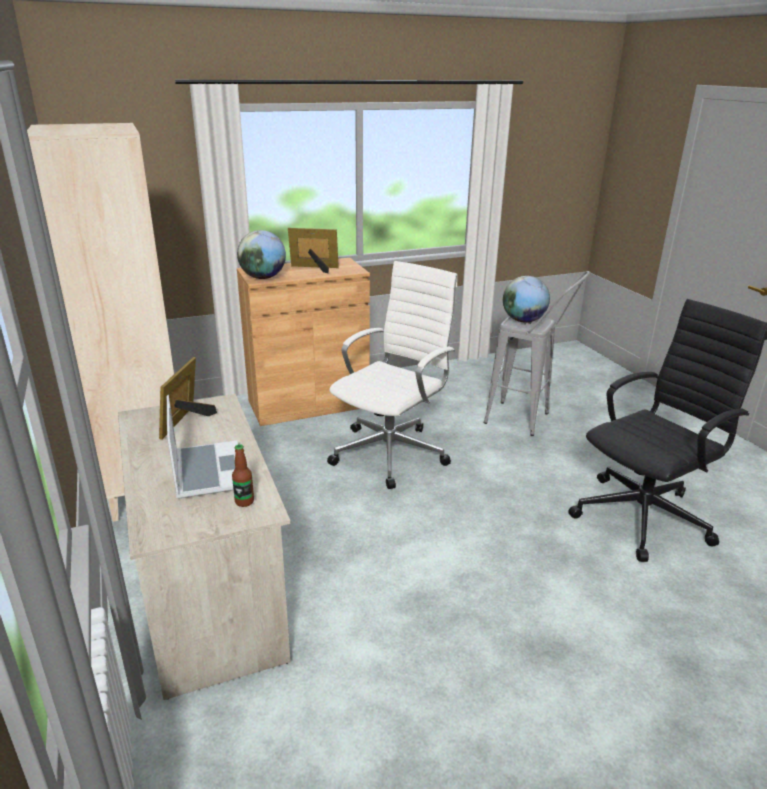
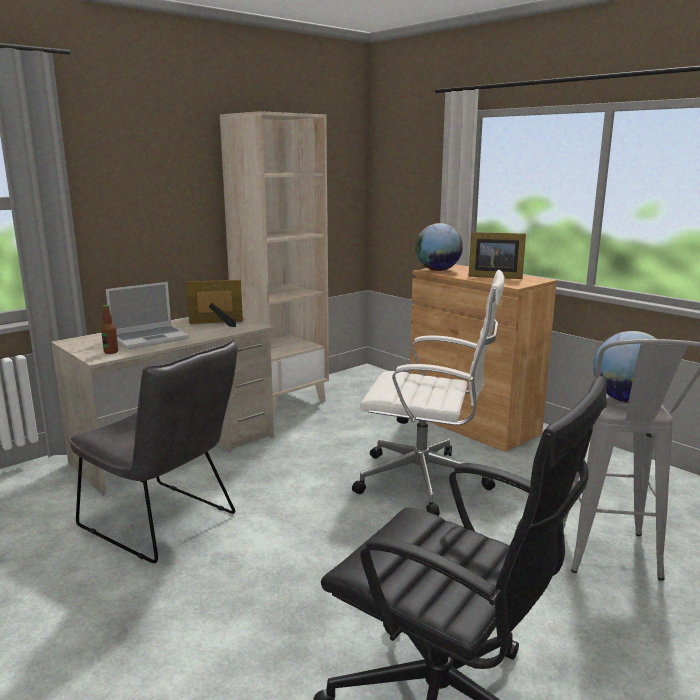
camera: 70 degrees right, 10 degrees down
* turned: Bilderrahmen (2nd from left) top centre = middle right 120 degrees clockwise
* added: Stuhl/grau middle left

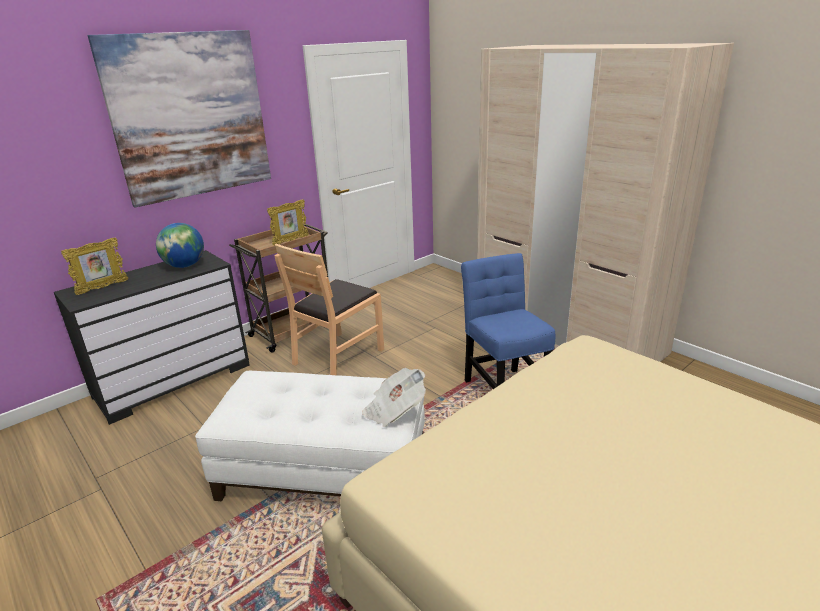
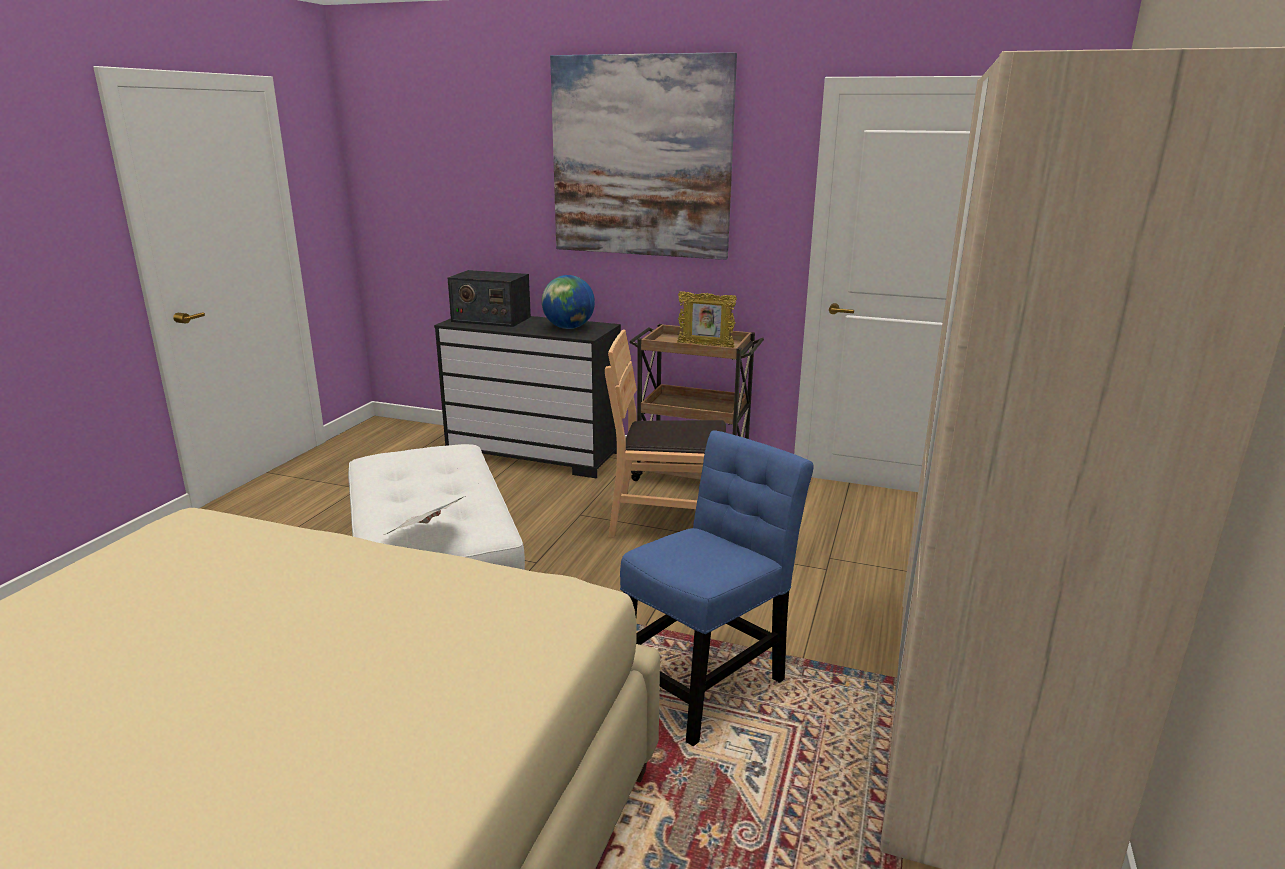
camera: 60 degrees right, 5 degrees down
* replaced: Bilderrahmen (1st from left) middle left to Radio centre

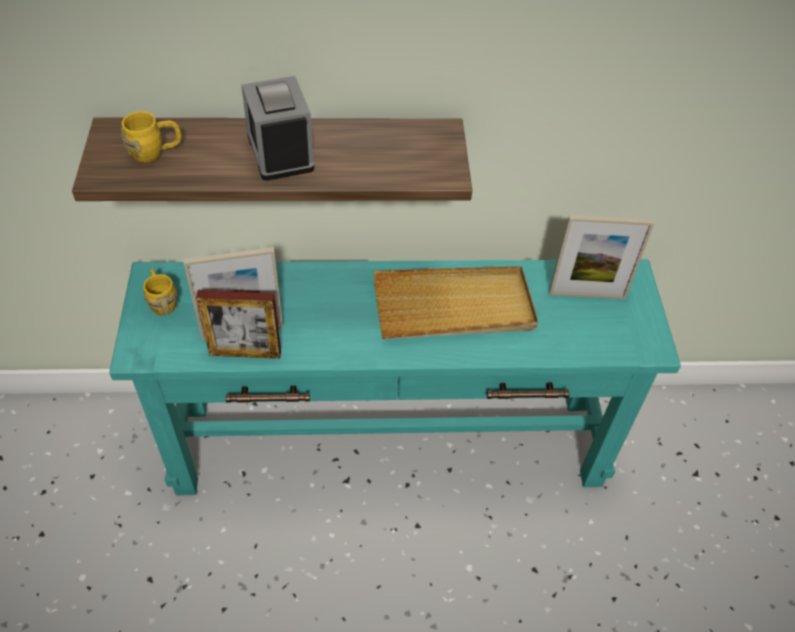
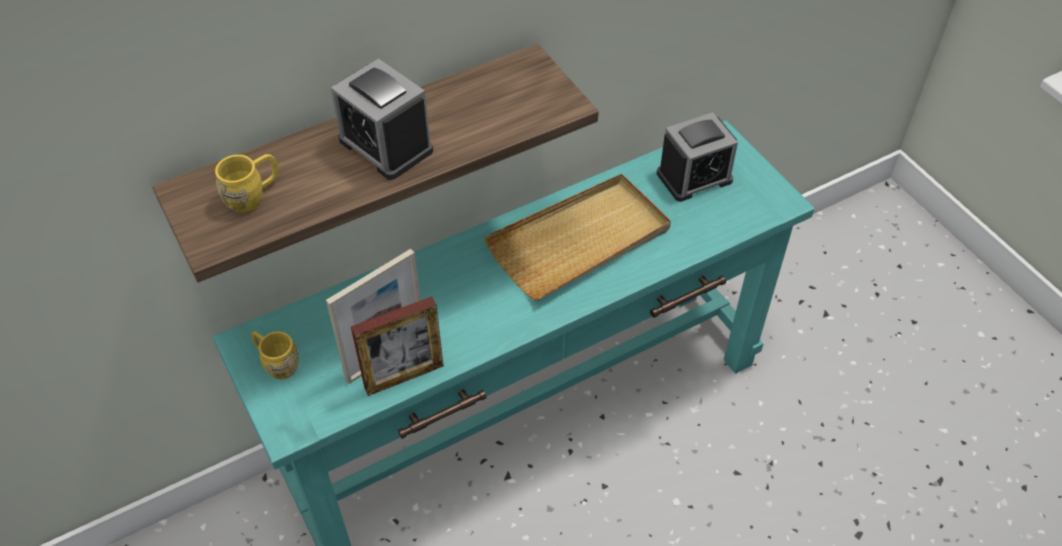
camera: 25 degrees left, 0 degrees up
* replaced: Bilderrahmen (3rd from left) middle right to Wecker (2nd from left) top centre

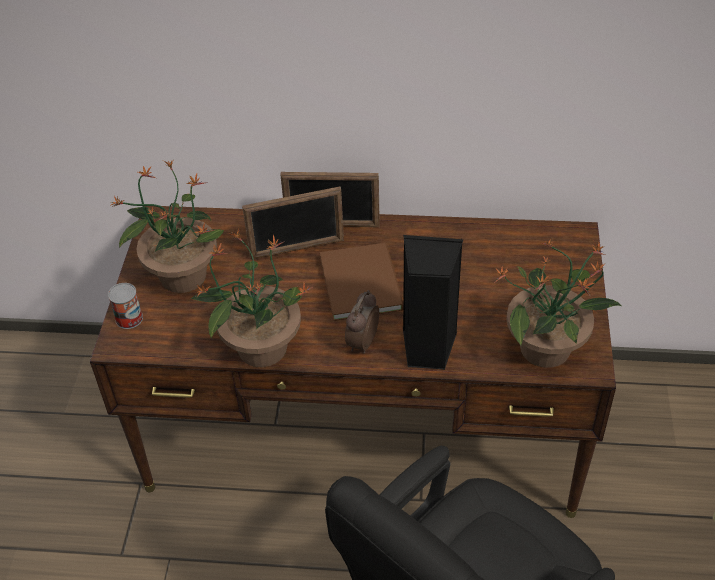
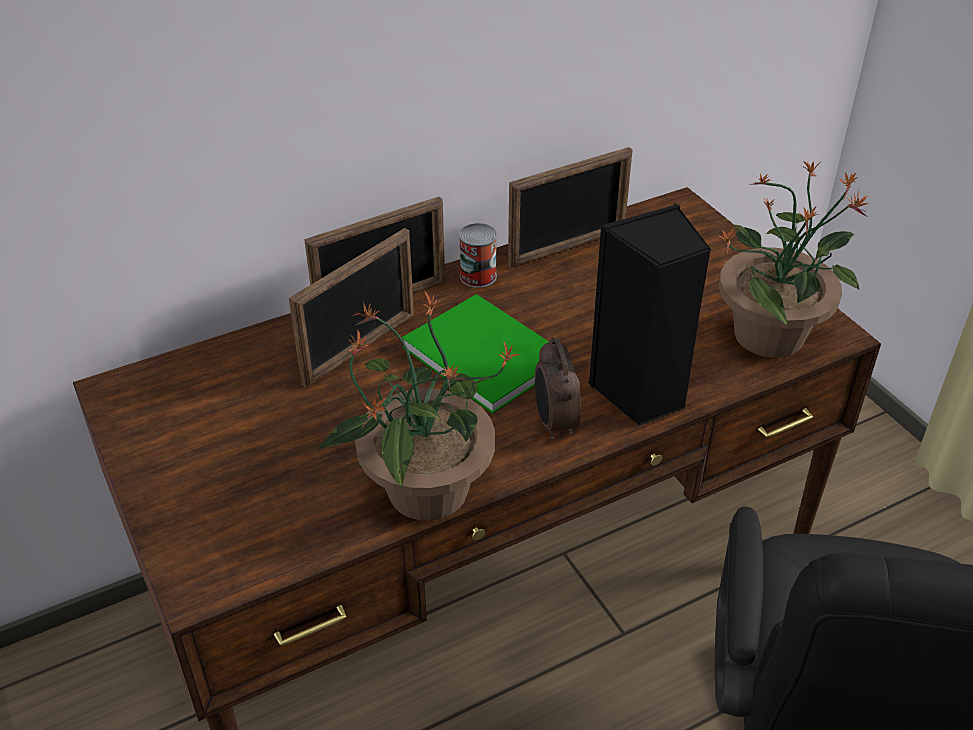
camera: 35 degrees left, 5 degrees down
* moved: Dose middle left to centre
* removed: Topfpflanze (1st from left) middle left
* recoloured: Buch/braun centre to Buch/grün centre
* added: Bilderrahmen (3rd from left) top centre

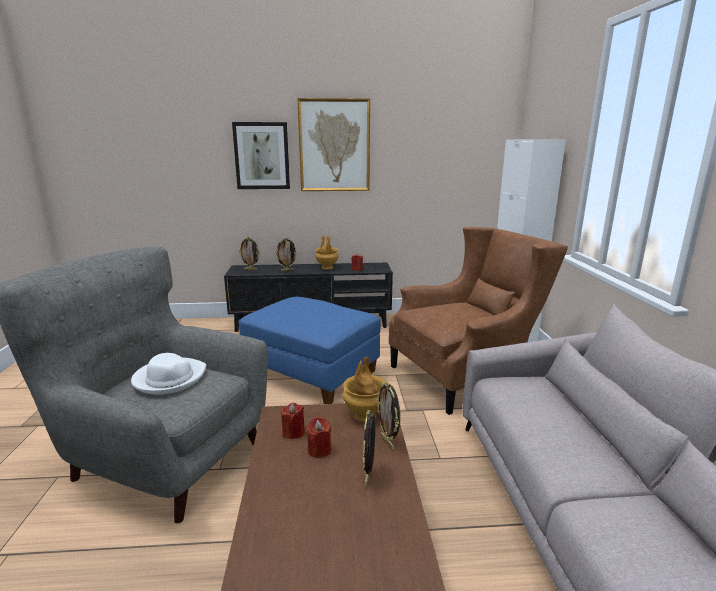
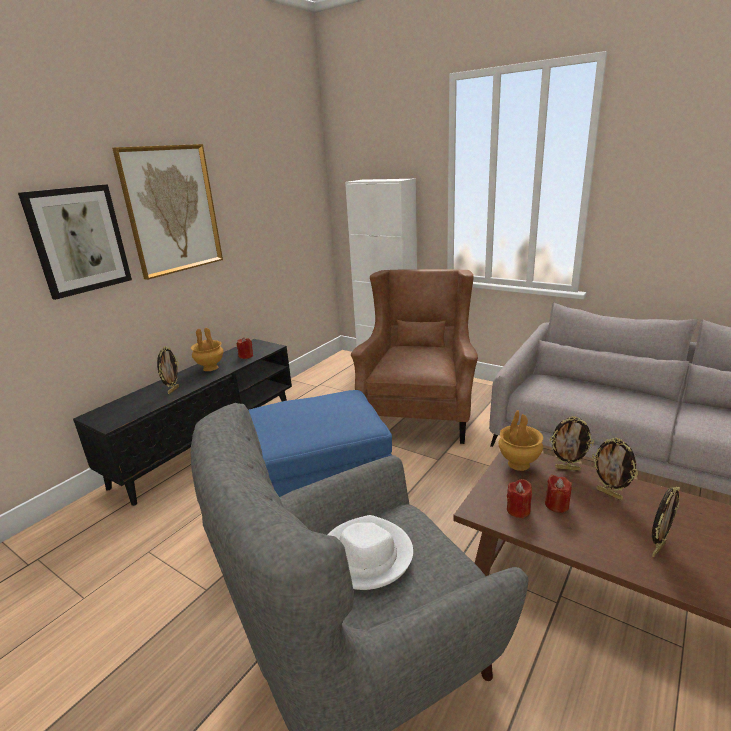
camera: 50 degrees left, 5 degrees up
* moved: Bilderrahmen (1st from left in the first image) centre to Bilderrahmen (4th from left) bottom right

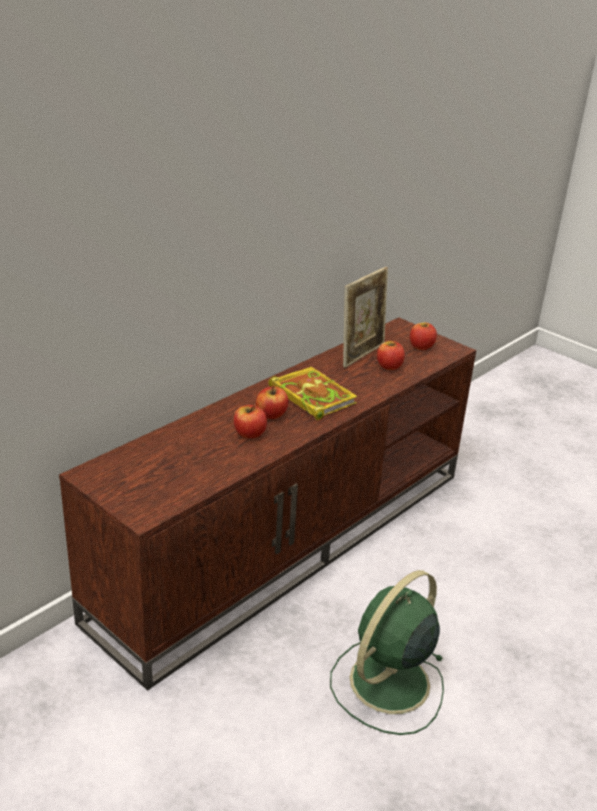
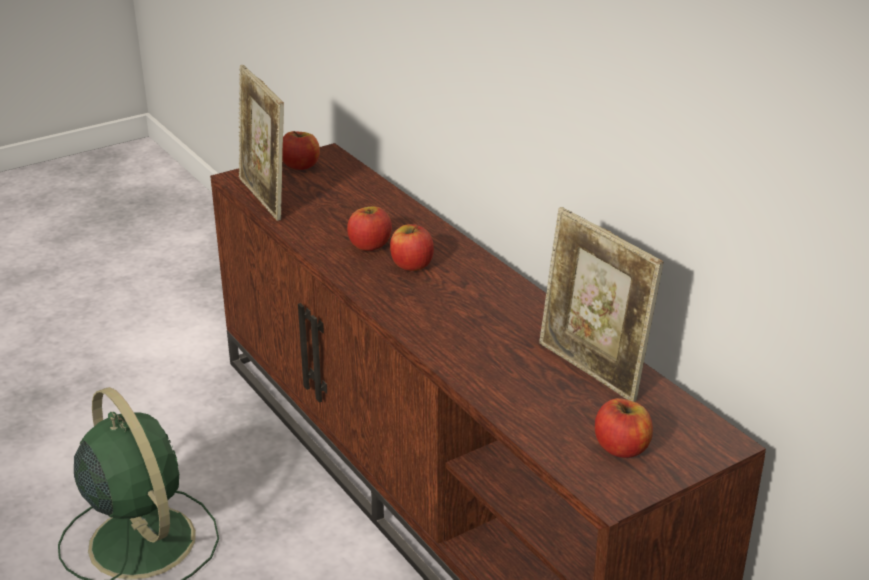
camera: 105 degrees right, 0 degrees up
* removed: Buch centre
* moved: Apfel (3rd from left in the first image) centre to Apfel (1st from left) top centre
* added: Bilderrahmen (1st from left) top left

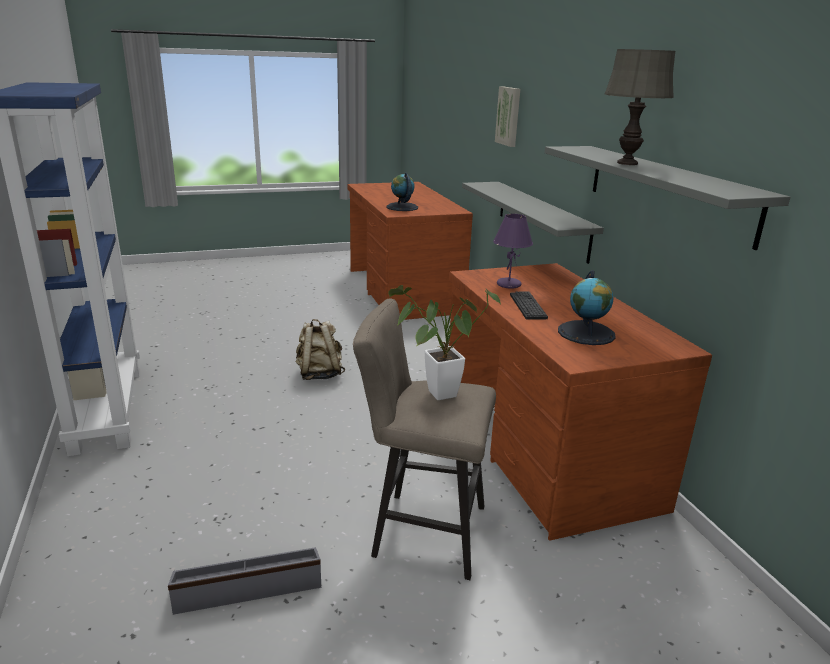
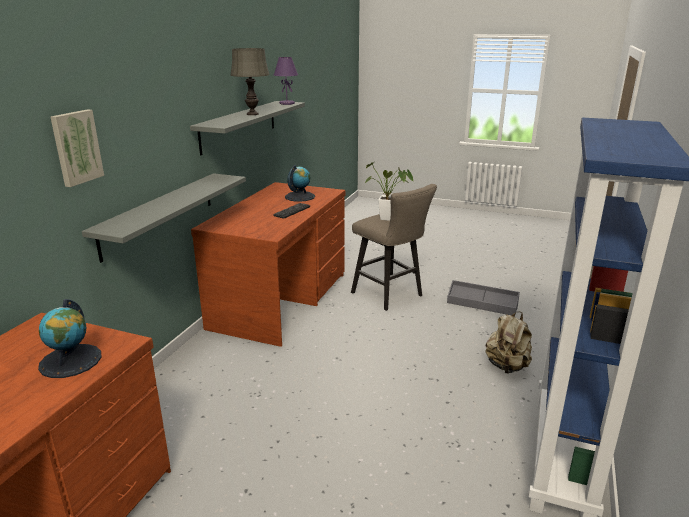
camera: 140 degrees left, 0 degrees up
* moved: Rucksack/beige centre to middle right
* moved: Tischlampe/lila centre to top centre

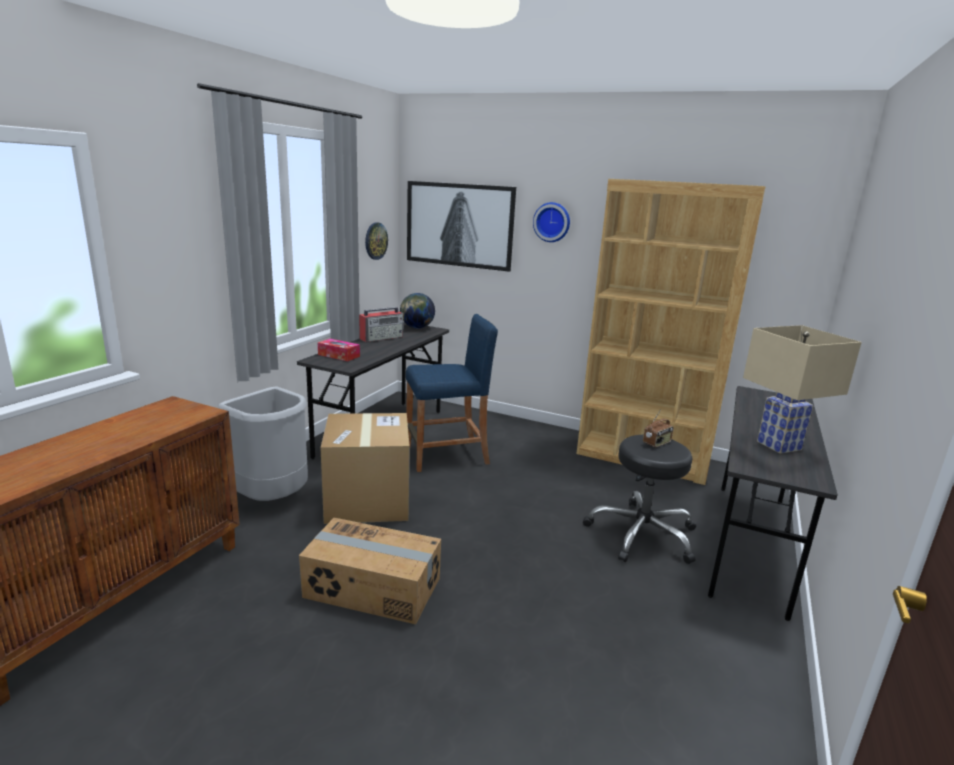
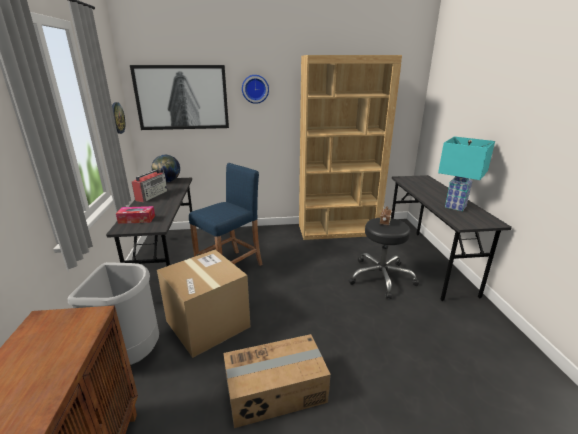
camera: 30 degrees left, 5 degrees up
* recoloured: Tischlampe/beige middle right to Tischlampe/türkis middle right

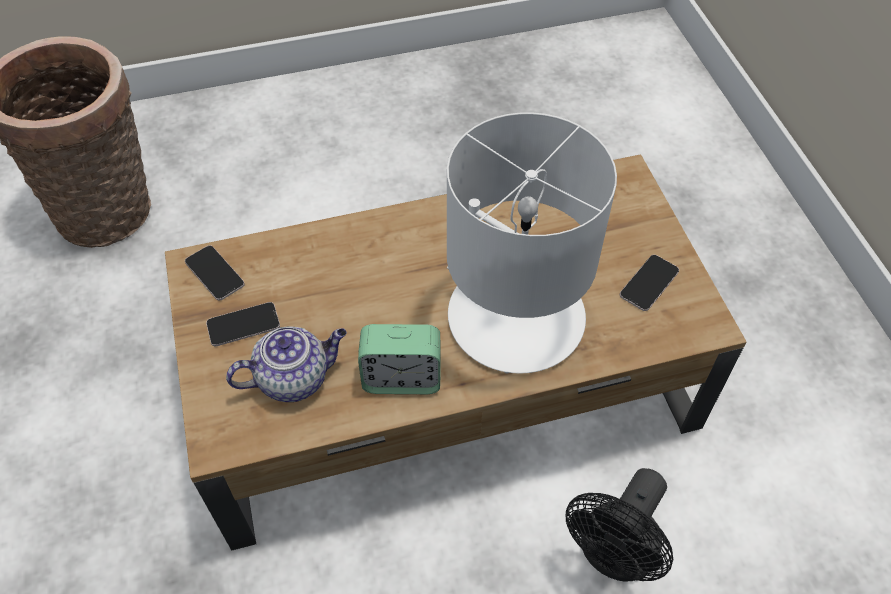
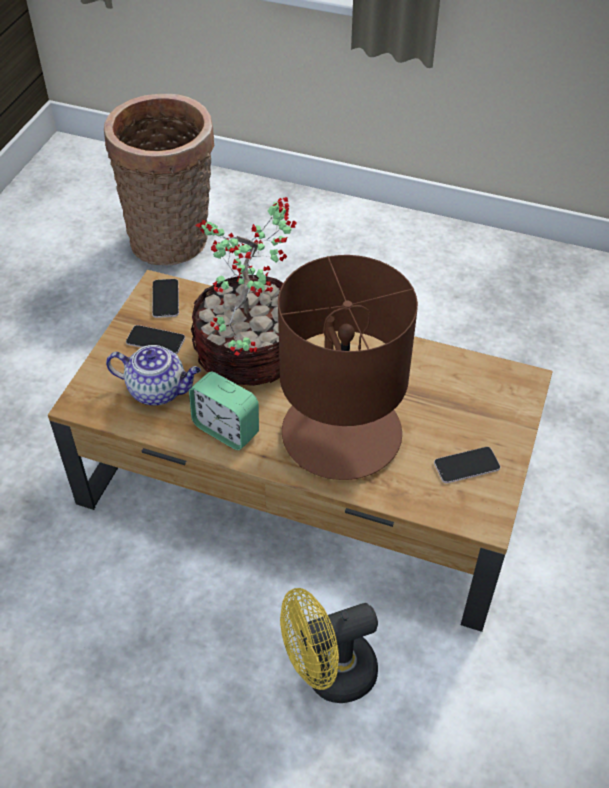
camera: 35 degrees right, 5 degrees down
* recoloured: Tischlampe/weiß centre to Tischlampe/braun centre
* recoloured: Ventilator/schwarz bottom right to Ventilator/gelb bottom centre
* added: Topfpflanze centre

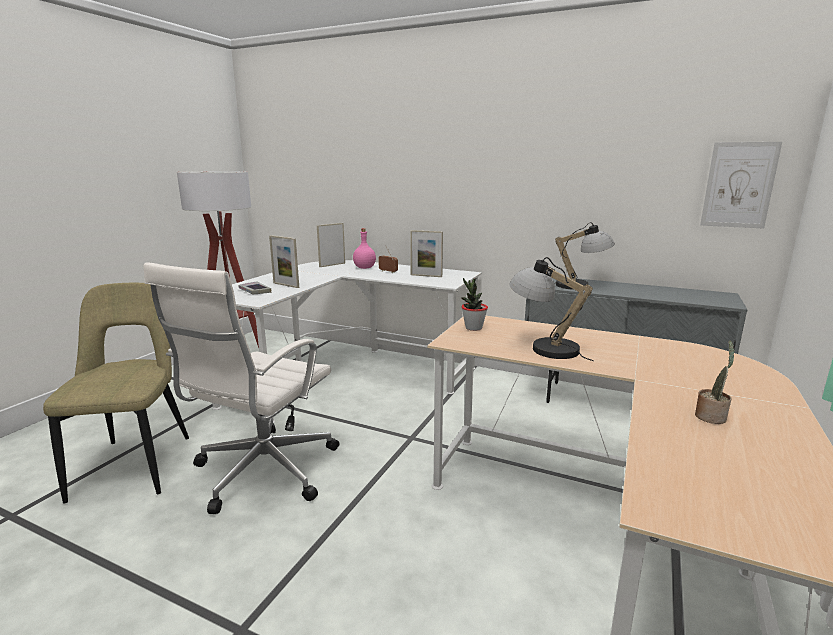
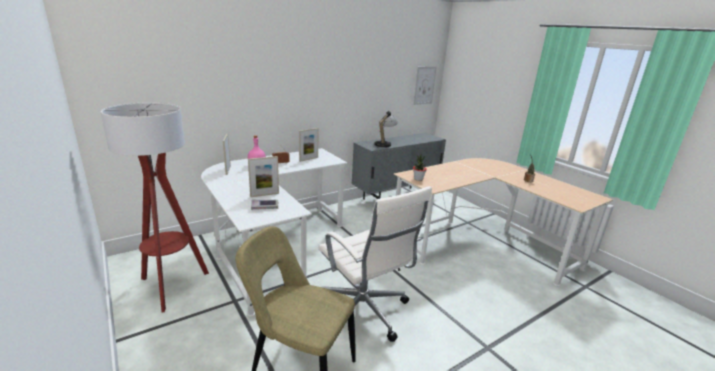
camera: 60 degrees left, 5 degrees up
* removed: Tischlampe (1st from left) centre

